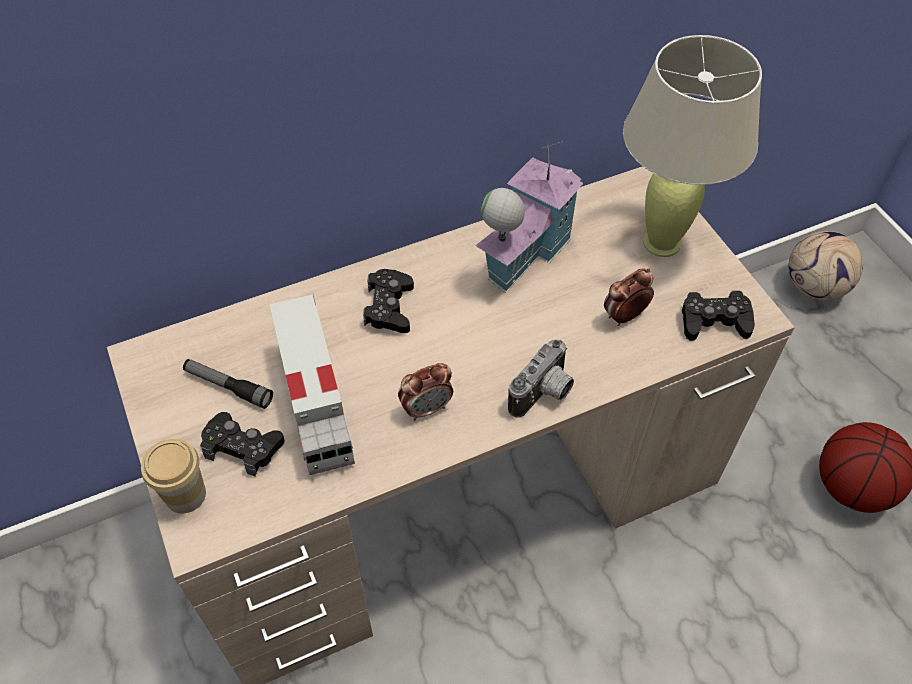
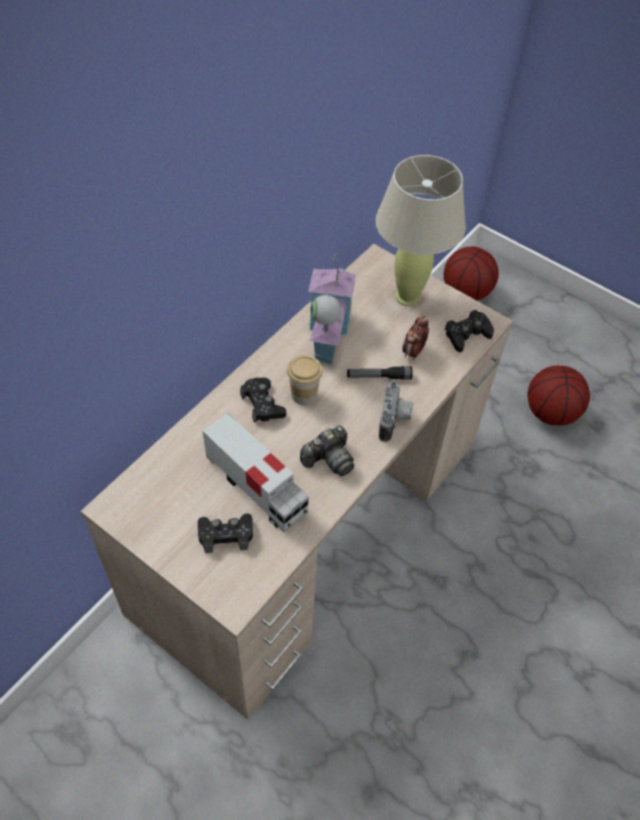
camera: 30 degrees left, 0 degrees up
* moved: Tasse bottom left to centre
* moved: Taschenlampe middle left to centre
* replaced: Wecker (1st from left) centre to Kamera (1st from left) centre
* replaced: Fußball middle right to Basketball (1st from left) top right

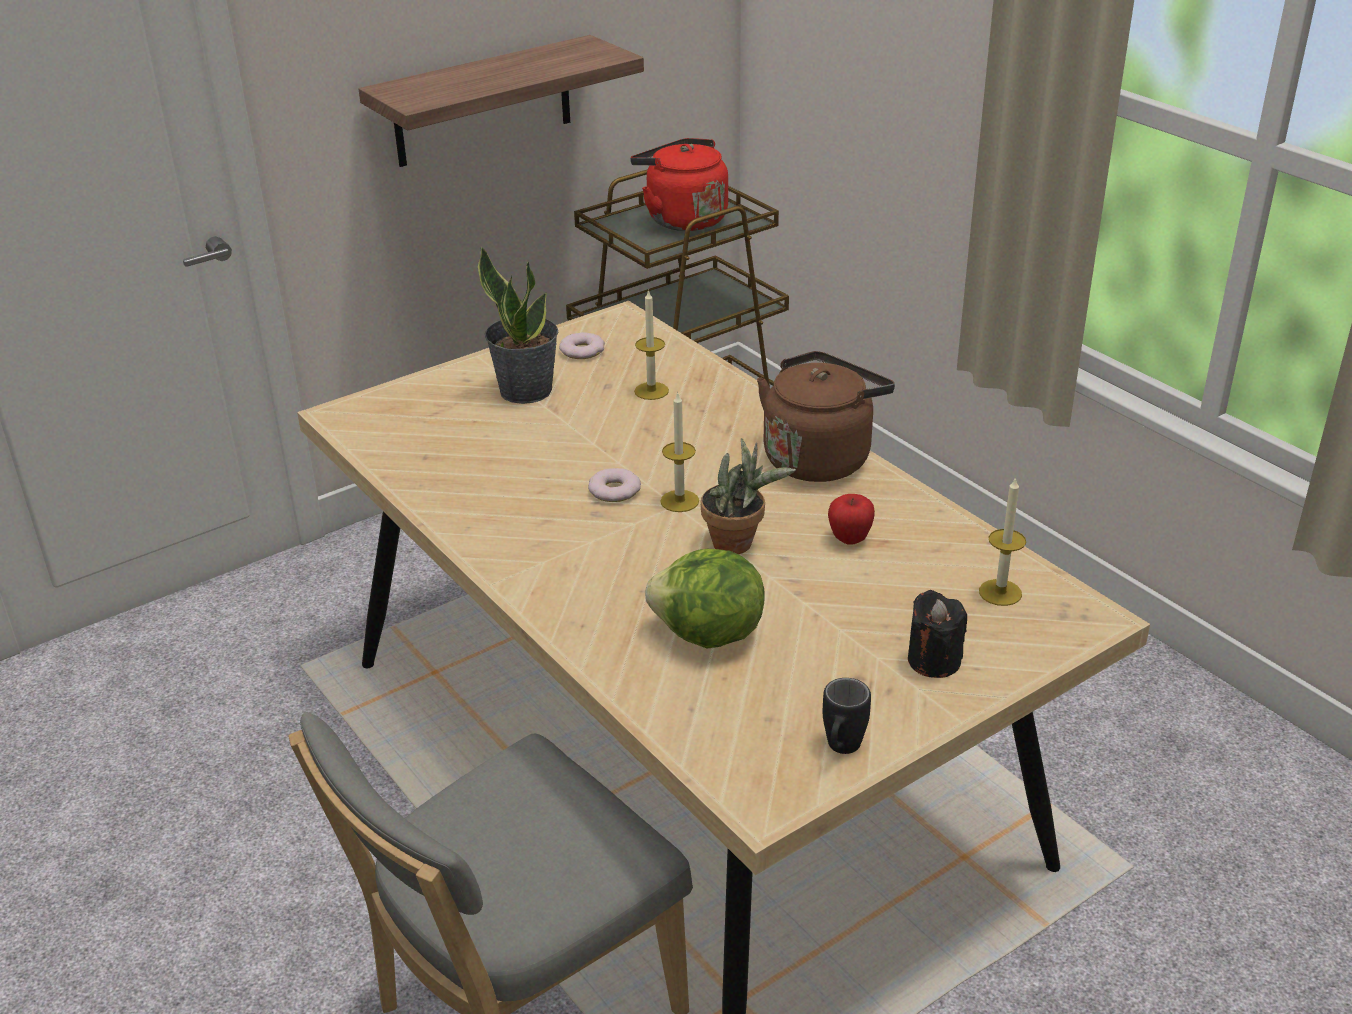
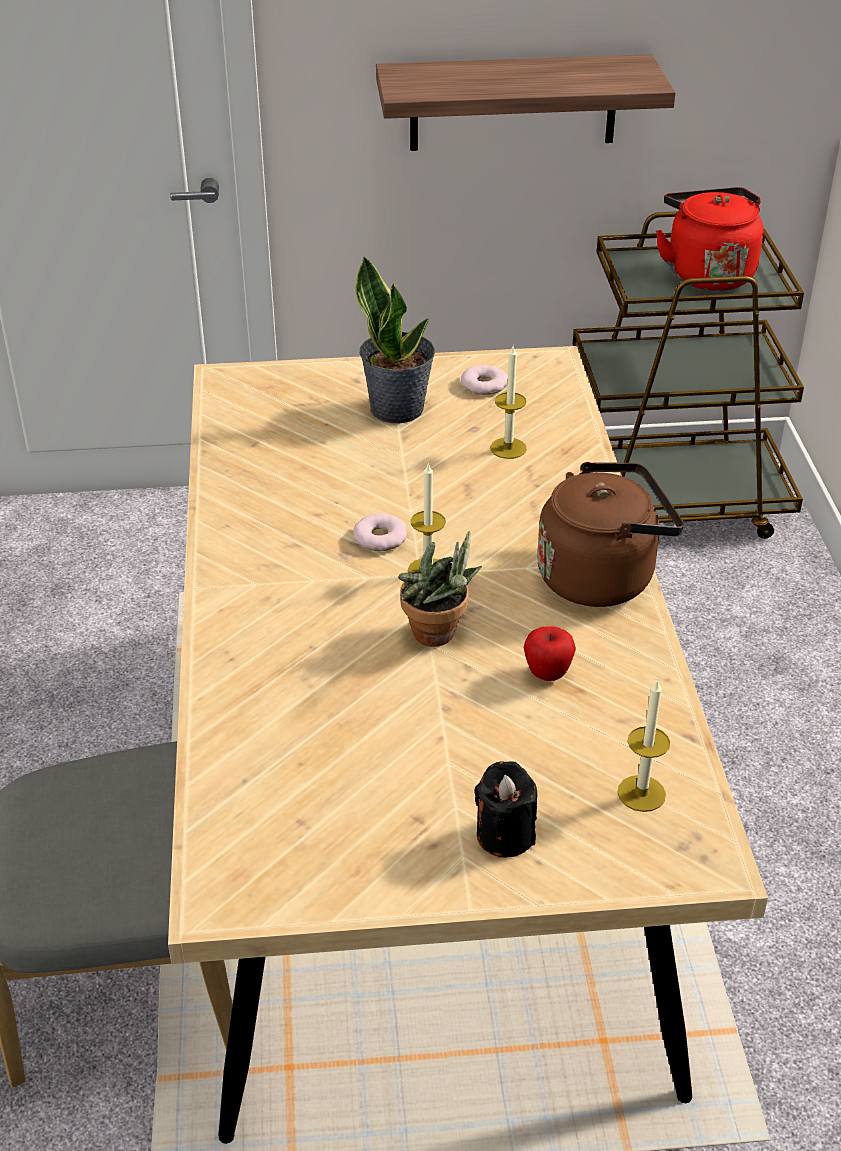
camera: 30 degrees right, 5 degrees up
* removed: Salatkopf centre
* removed: Henkelbecher/schwarz bottom centre

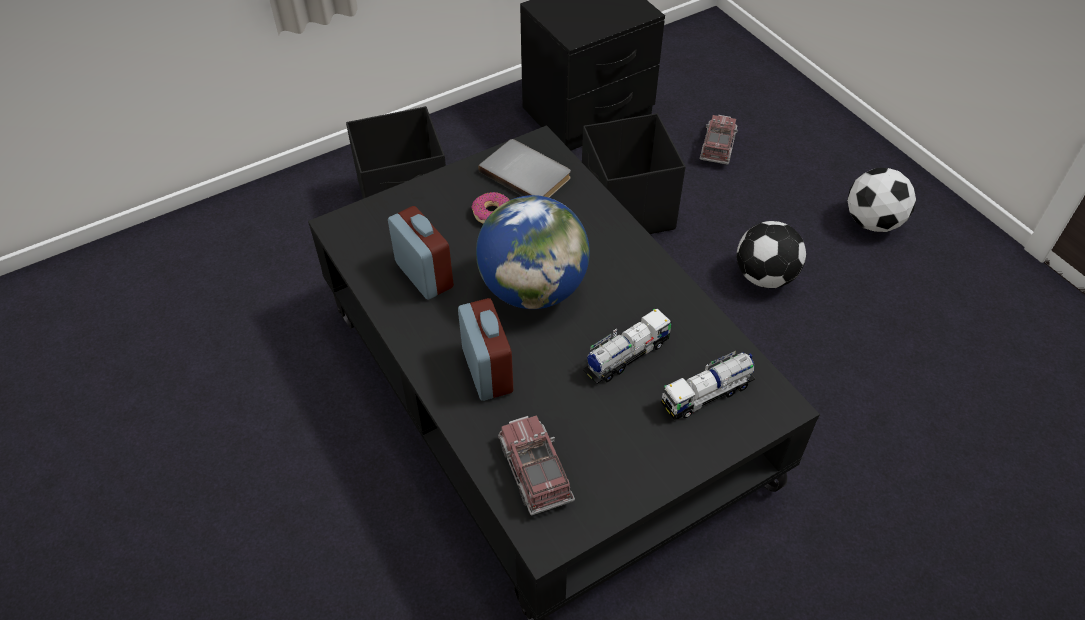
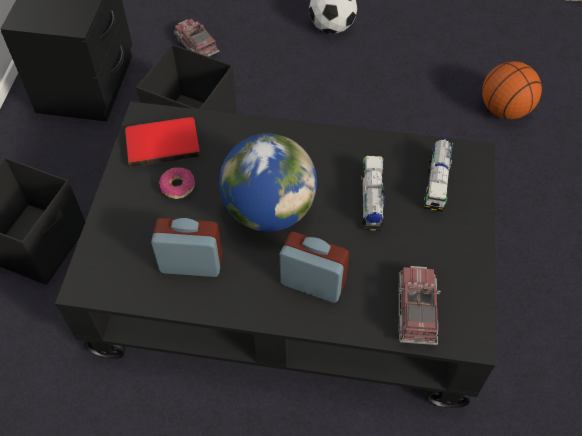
camera: 50 degrees left, 5 degrees up
* recoloured: Buch/grau top centre to Buch/rot top left
* turned: Spielzeuglaster (1st from left in the first image) bottom centre = bottom right 75 degrees clockwise
* removed: Fußball (1st from left) middle right
* added: Basketball top right

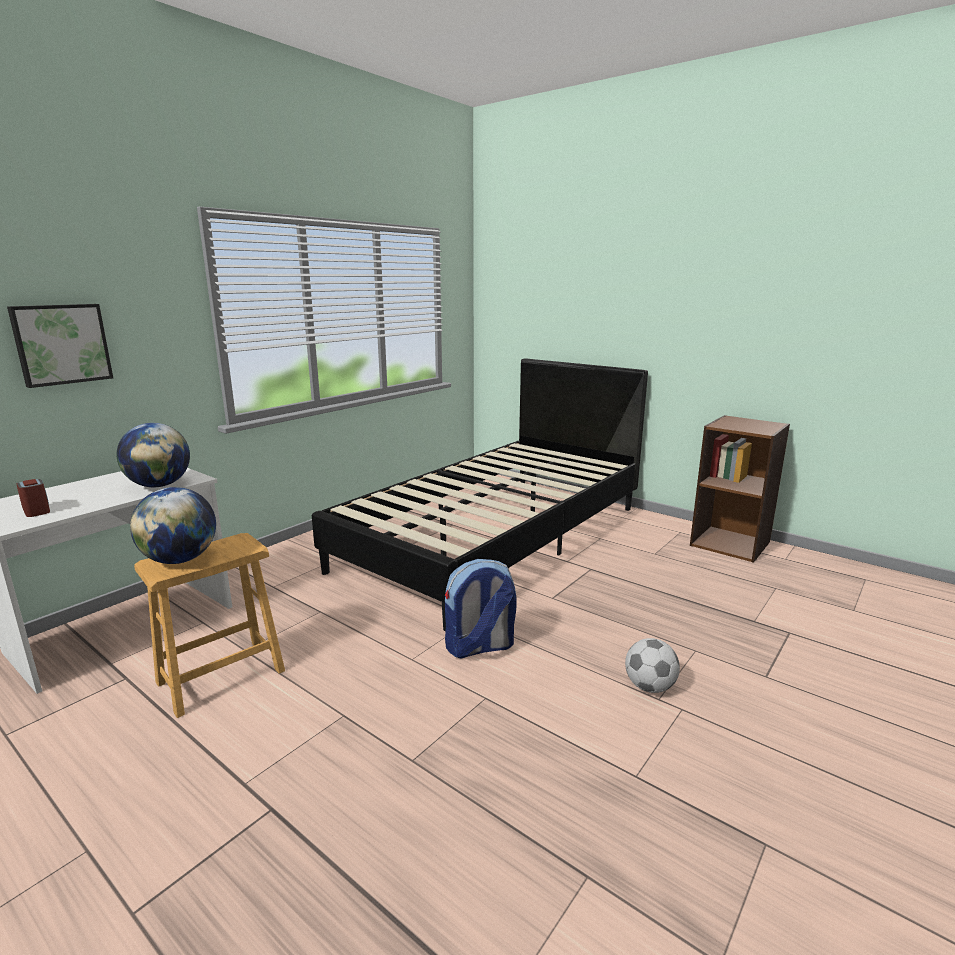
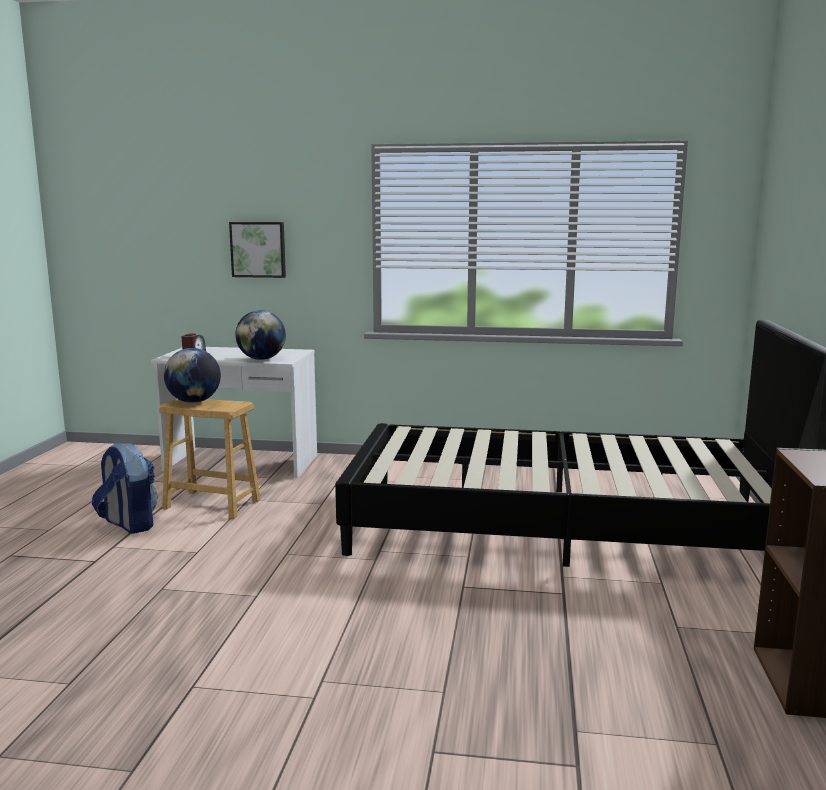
camera: 60 degrees right, 5 degrees down
* moved: Rucksack centre to middle left
* removed: Fußball bottom right

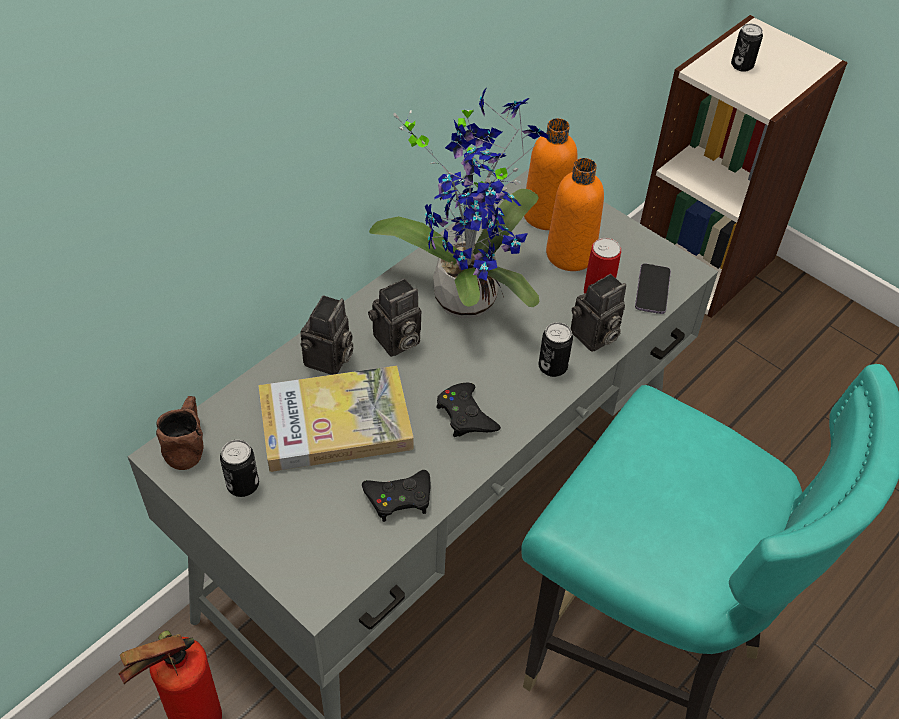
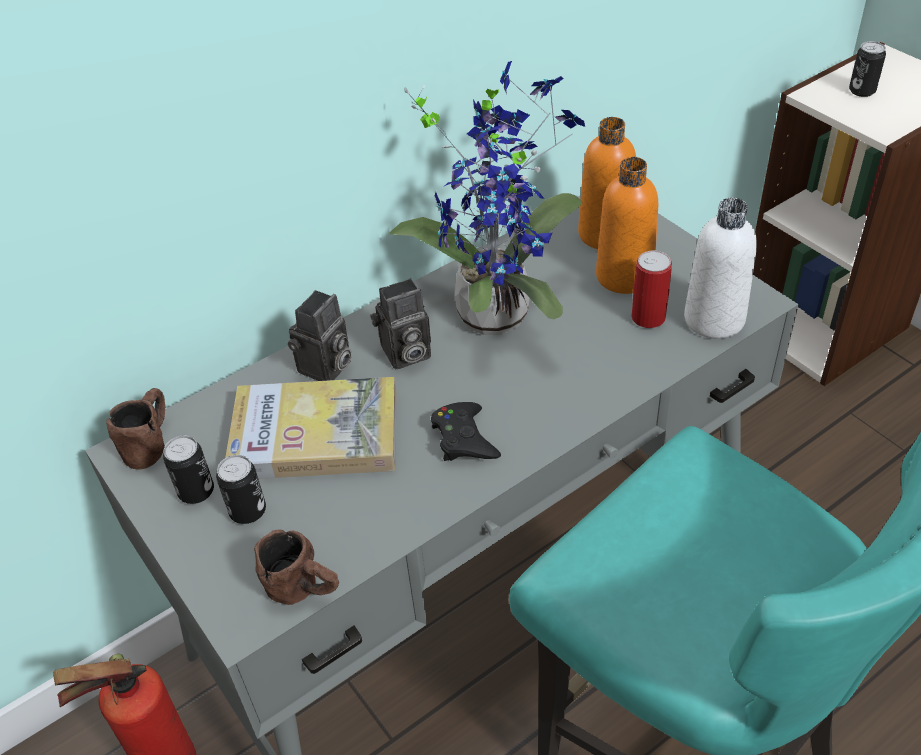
camera: 15 degrees right, 5 degrees down
* removed: Gamepad/schwarz (1st from left) bottom centre
* moved: Dose (2nd from left) centre to middle left
* removed: Kamera (3rd from left) centre
* replaced: Handy middle right to Flasche/weiß middle right
* added: Henkelbecher/braun (2nd from left) bottom left

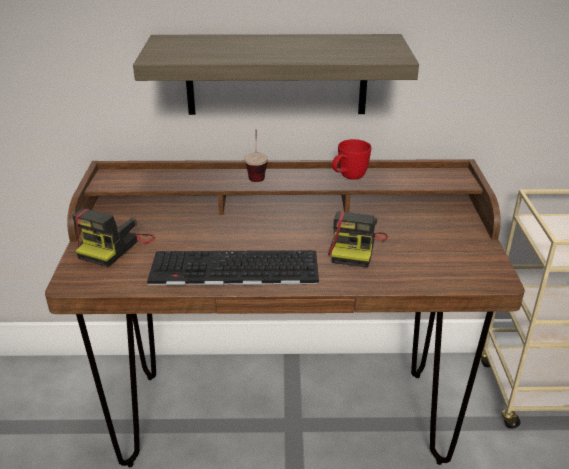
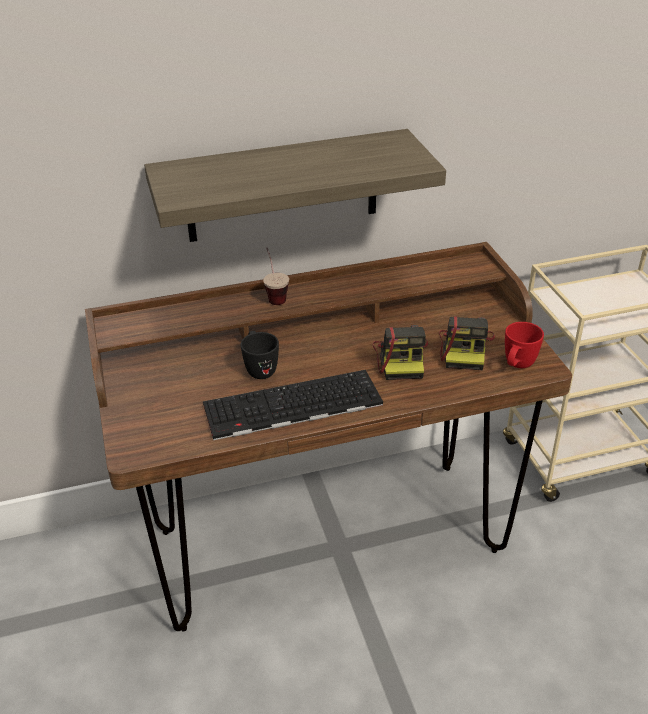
camera: 15 degrees left, 5 degrees up
* moved: Kamera (1st from left in the first image) middle left to Kamera (2nd from left) middle right
* moved: Henkelbecher/rot centre to middle right
* added: Henkelbecher/schwarz centre

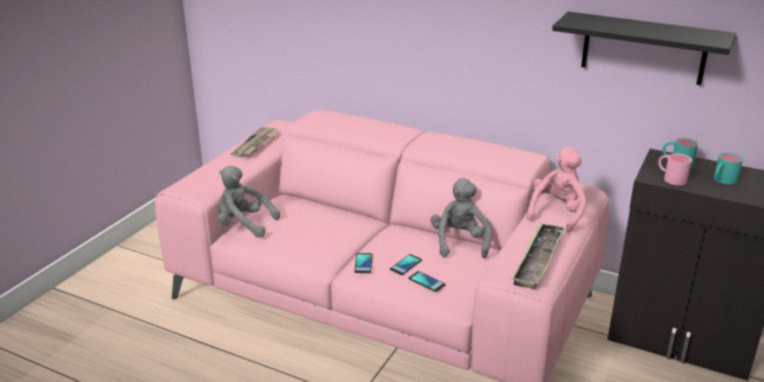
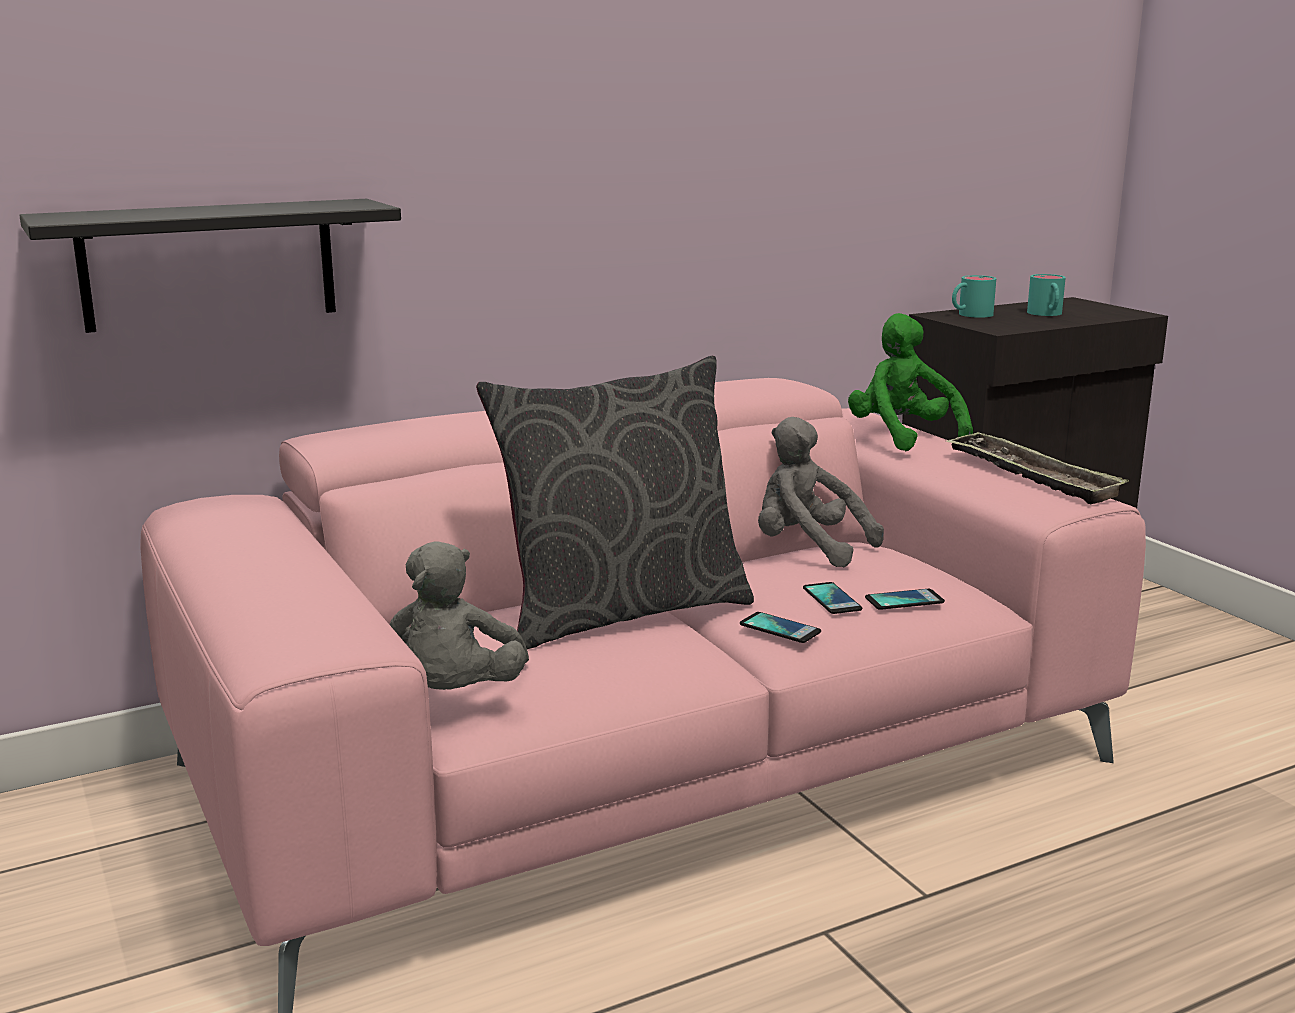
camera: 55 degrees left, 10 degrees down
* turned: Plüschtier/grau (1st from left) middle left = centre 45 degrees counterclockwise
* removed: Zeitung centre
* recoloured: Plüschtier/rosa middle right to Plüschtier/grün middle right
* moved: Wandregal/schwarz top right to top left
* removed: Henkelbecher/rosa middle right
* added: Kissen/grau centre

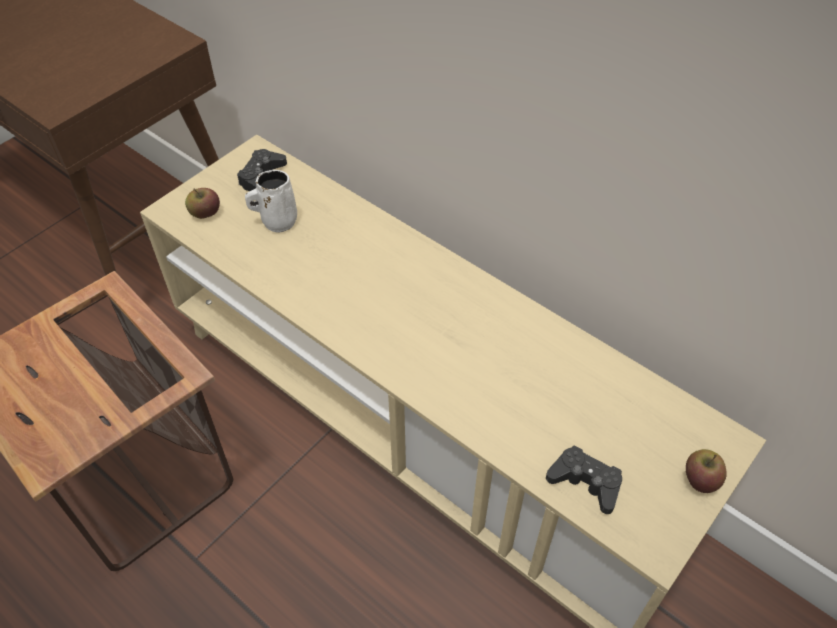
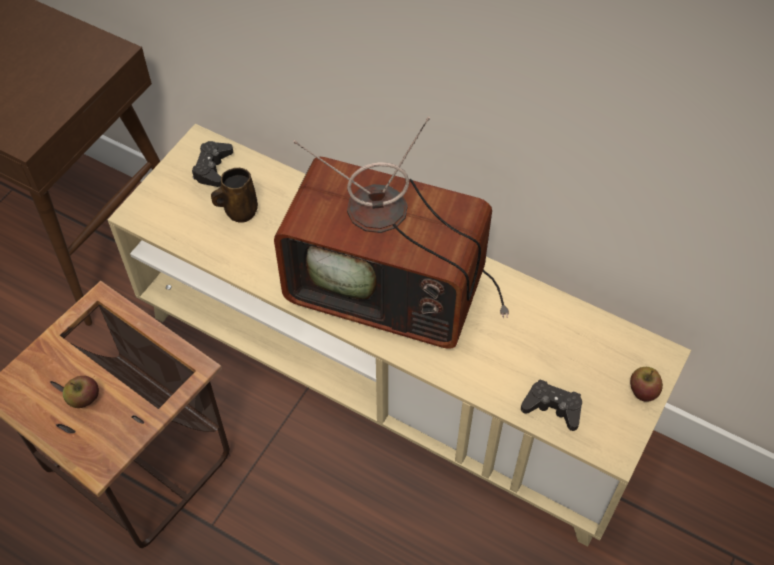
camera: 10 degrees left, 5 degrees up
* moved: Apfel (1st from left) top left to bottom left
* recoloured: Henkelbecher/weiß top left to Henkelbecher/braun middle left
* added: Fernseher centre

